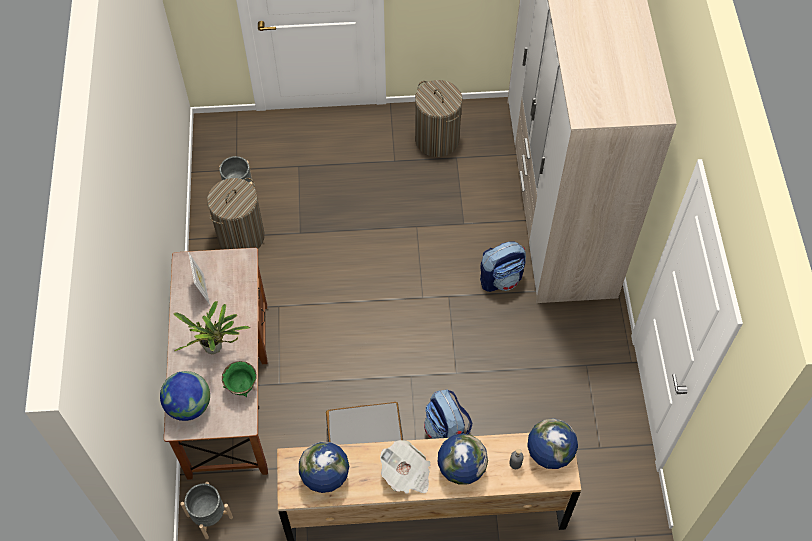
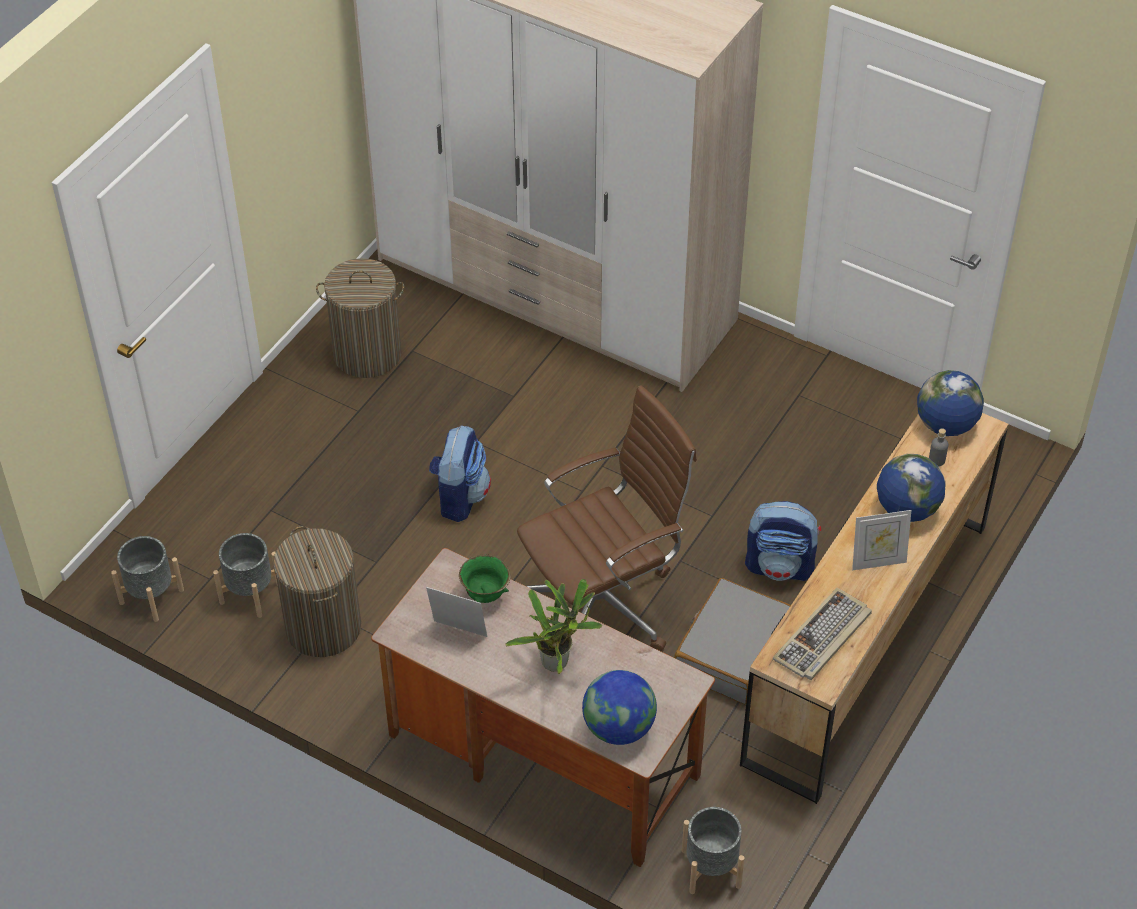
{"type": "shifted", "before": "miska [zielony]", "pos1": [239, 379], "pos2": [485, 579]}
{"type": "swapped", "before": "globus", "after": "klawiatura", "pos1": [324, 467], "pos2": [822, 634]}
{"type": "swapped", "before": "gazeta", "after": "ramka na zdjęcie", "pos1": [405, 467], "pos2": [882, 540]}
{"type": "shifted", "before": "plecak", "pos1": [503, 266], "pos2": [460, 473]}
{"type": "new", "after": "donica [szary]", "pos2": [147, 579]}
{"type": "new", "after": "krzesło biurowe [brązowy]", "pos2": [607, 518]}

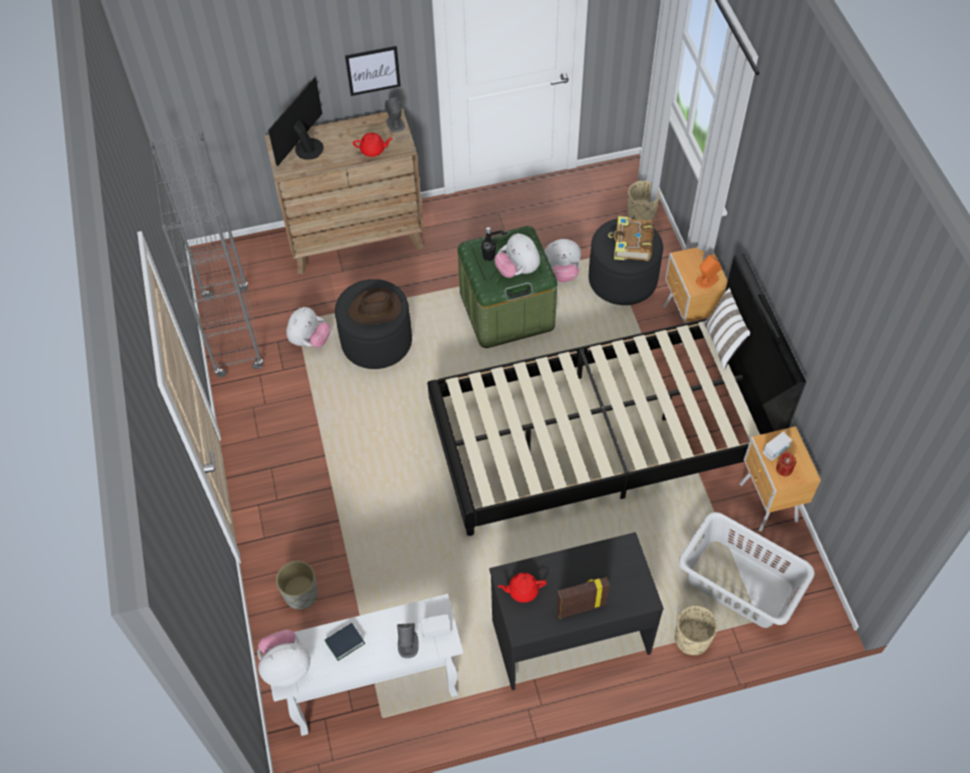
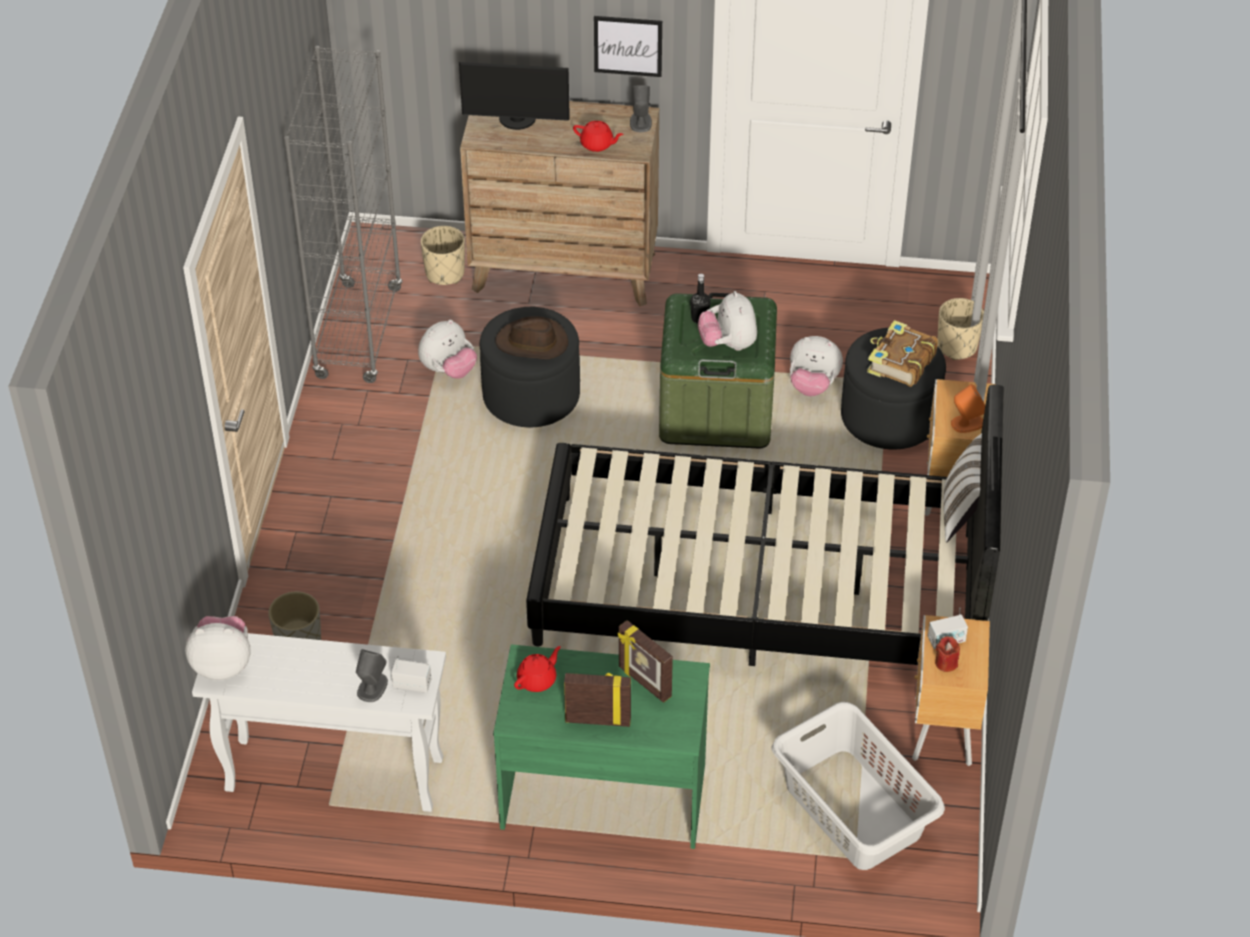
{"type": "rotated", "before": "monitor", "pos1": [296, 122], "pos2": [514, 96], "turn": -135}
{"type": "gone", "before": "książka", "pos1": [345, 642]}
{"type": "repainted", "before": "biurko [czarny]", "after": "biurko [zielony]", "pos1": [576, 611], "pos2": [601, 746]}
{"type": "rotated", "before": "imbryk [czerwony]", "pos1": [522, 588], "pos2": [537, 669], "turn": 120}
{"type": "shifted", "before": "donica [beżowy]", "pos1": [696, 630], "pos2": [443, 255]}
{"type": "new", "after": "ramka na zdjęcie", "pos2": [645, 661]}

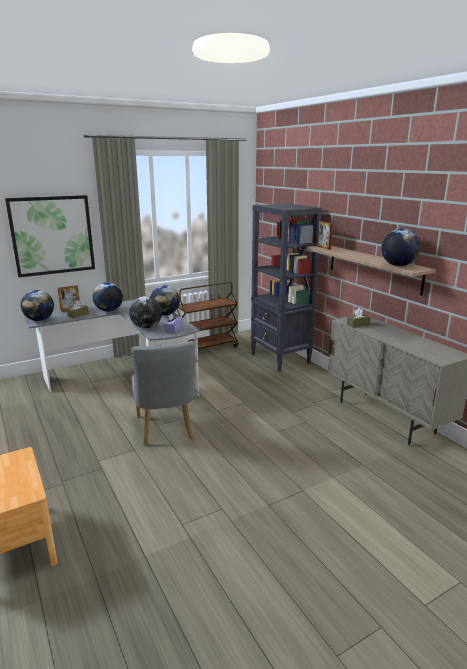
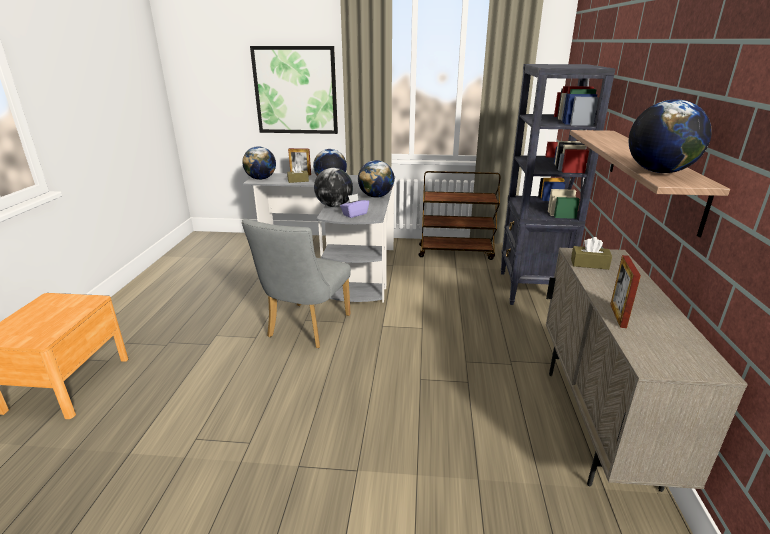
{"type": "shifted", "before": "ramka na zdjęcie", "pos1": [325, 235], "pos2": [625, 291]}

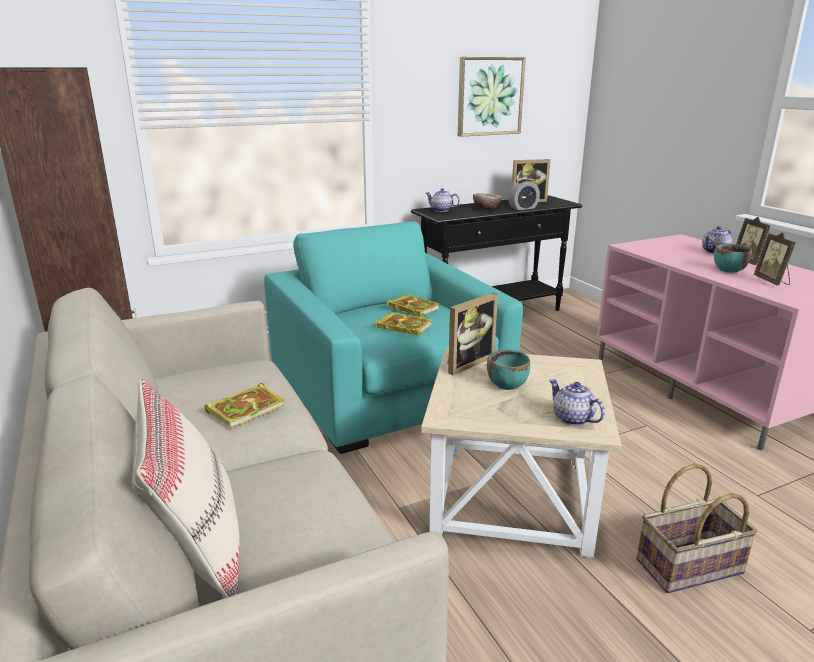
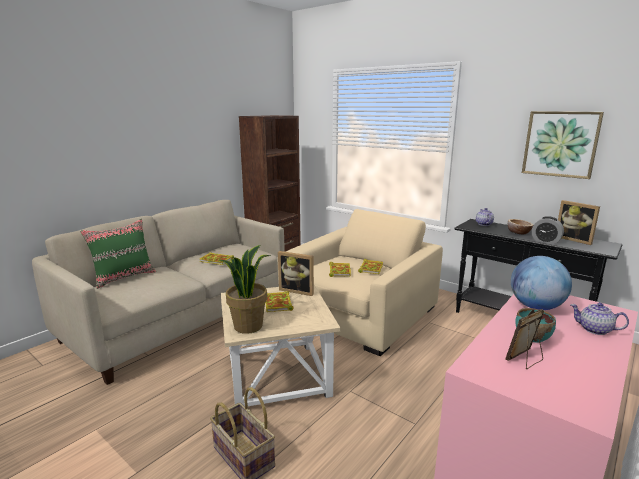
{"type": "repainted", "before": "poduszka [beżowy]", "after": "poduszka [zielony]", "pos1": [186, 488], "pos2": [118, 254]}
{"type": "repainted", "before": "fotel [turkusowy]", "after": "fotel [beżowy]", "pos1": [393, 337], "pos2": [360, 282]}
{"type": "swapped", "before": "miska [turkusowy]", "after": "książka", "pos1": [508, 370], "pos2": [279, 301]}
{"type": "swapped", "before": "imbryk", "after": "roślina doniczkowa", "pos1": [577, 402], "pos2": [244, 289]}
{"type": "gone", "before": "ramka na zdjęcie", "pos1": [753, 241]}
{"type": "new", "after": "globus", "pos2": [541, 283]}

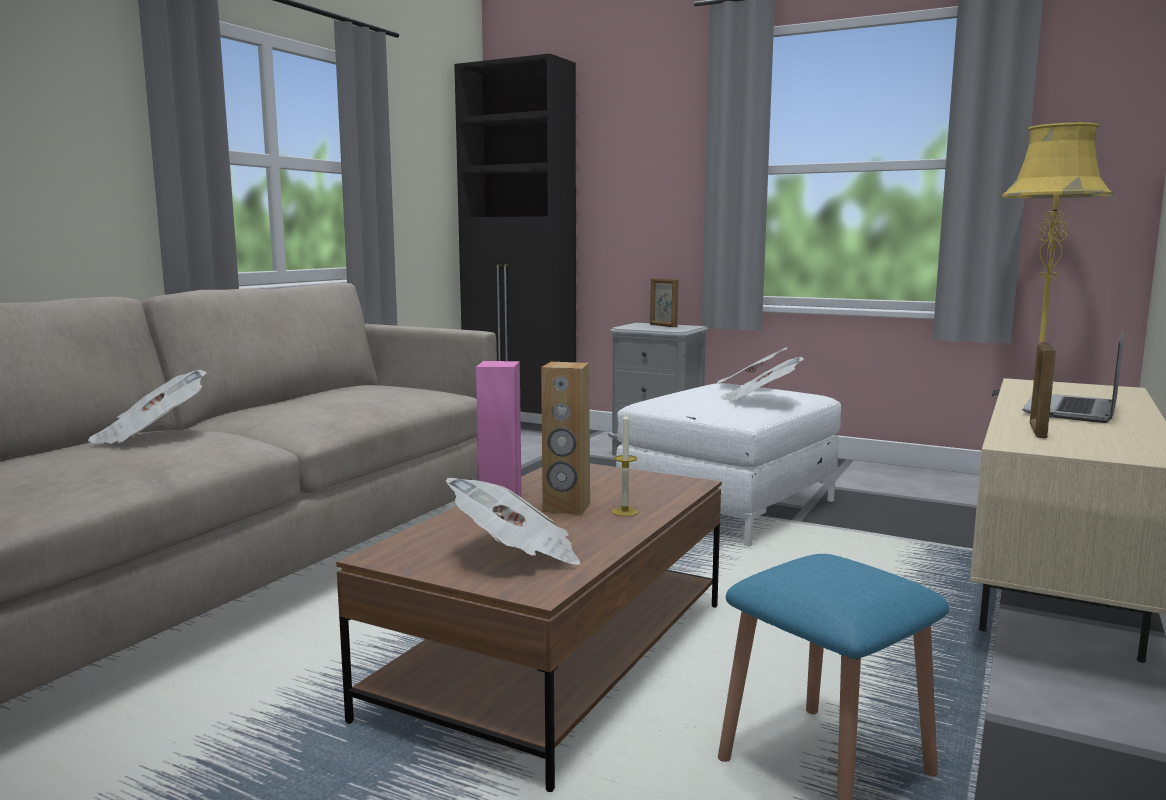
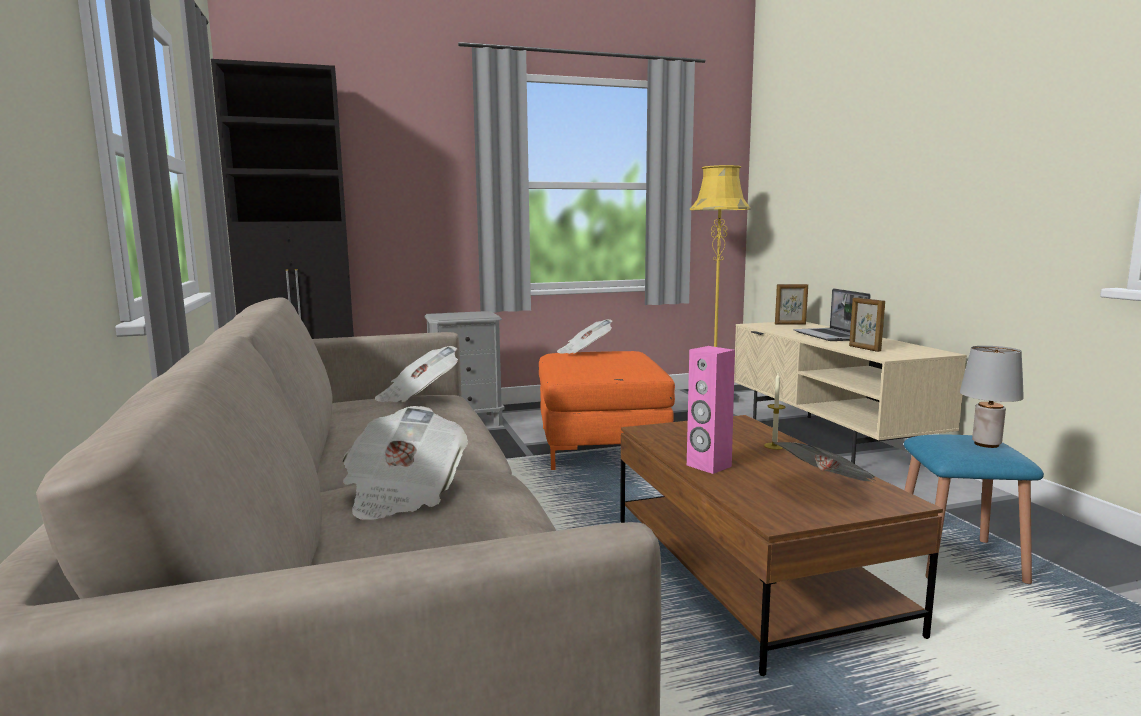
{"type": "gone", "before": "głośnik [brązowy]", "pos1": [565, 438]}
{"type": "repainted", "before": "pufa [biały]", "after": "pufa [pomarańczowy]", "pos1": [728, 465], "pos2": [607, 410]}
{"type": "shifted", "before": "ramka na zdjęcie", "pos1": [664, 302], "pos2": [791, 304]}
{"type": "shifted", "before": "gazeta", "pos1": [762, 379], "pos2": [416, 374]}
{"type": "new", "after": "lampa stołowa [szary]", "pos2": [992, 397]}

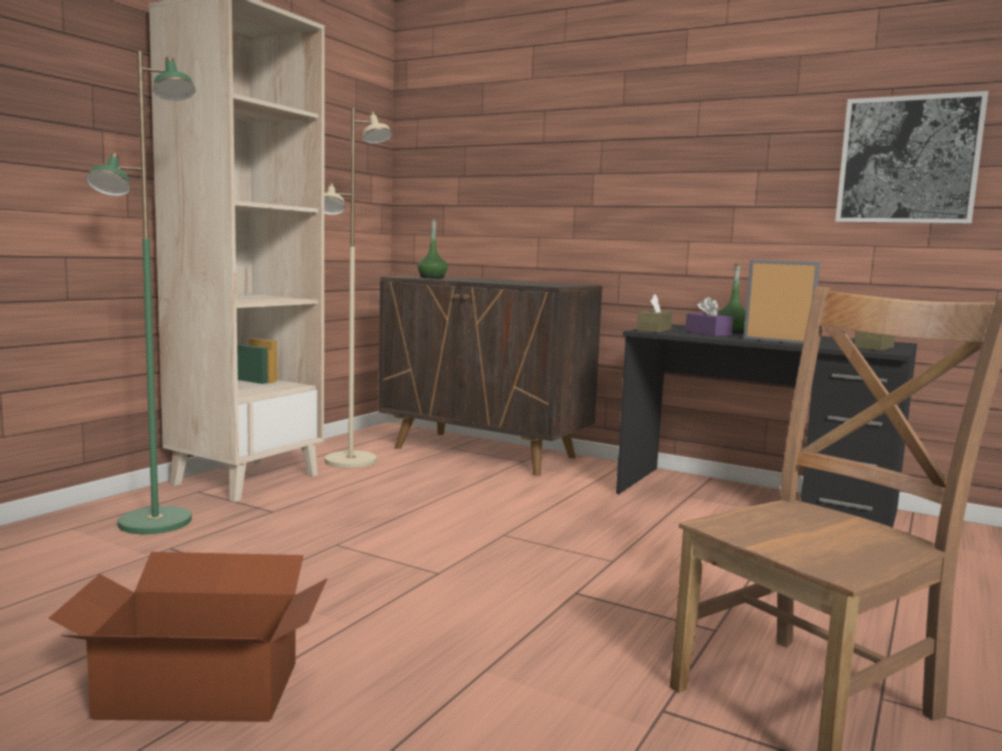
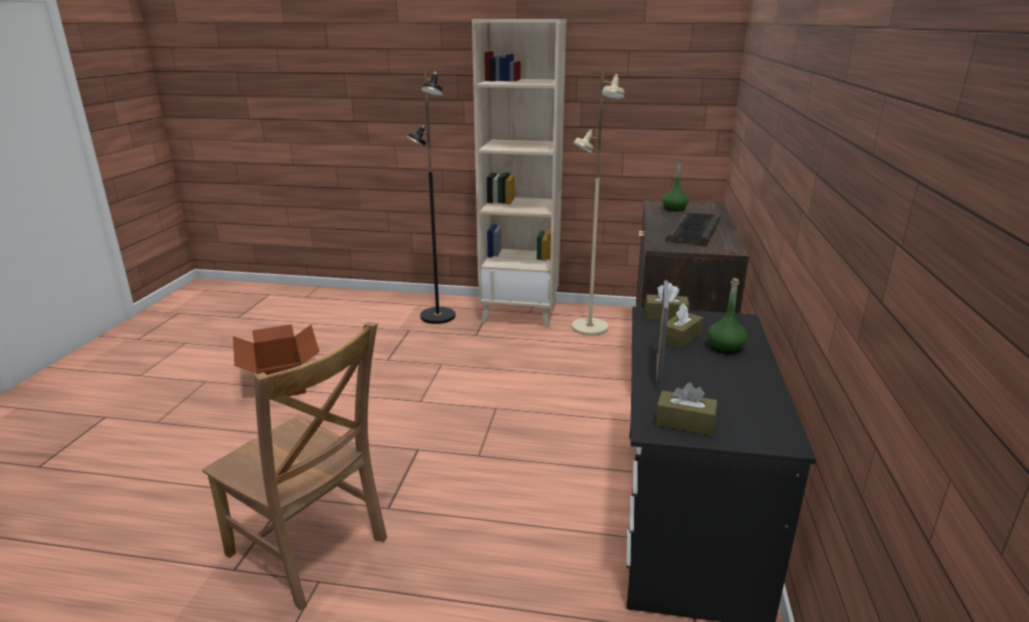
{"type": "repainted", "before": "lampa stojąca [zielony]", "after": "lampa stojąca [czarny]", "pos1": [141, 292], "pos2": [430, 197]}
{"type": "repainted", "before": "pudełko chusteczek [fioletowy]", "after": "pudełko chusteczek [brązowy]", "pos1": [709, 316], "pos2": [684, 326]}
{"type": "gone", "before": "obraz", "pos1": [911, 157]}
{"type": "new", "after": "klawiatura", "pos2": [693, 229]}

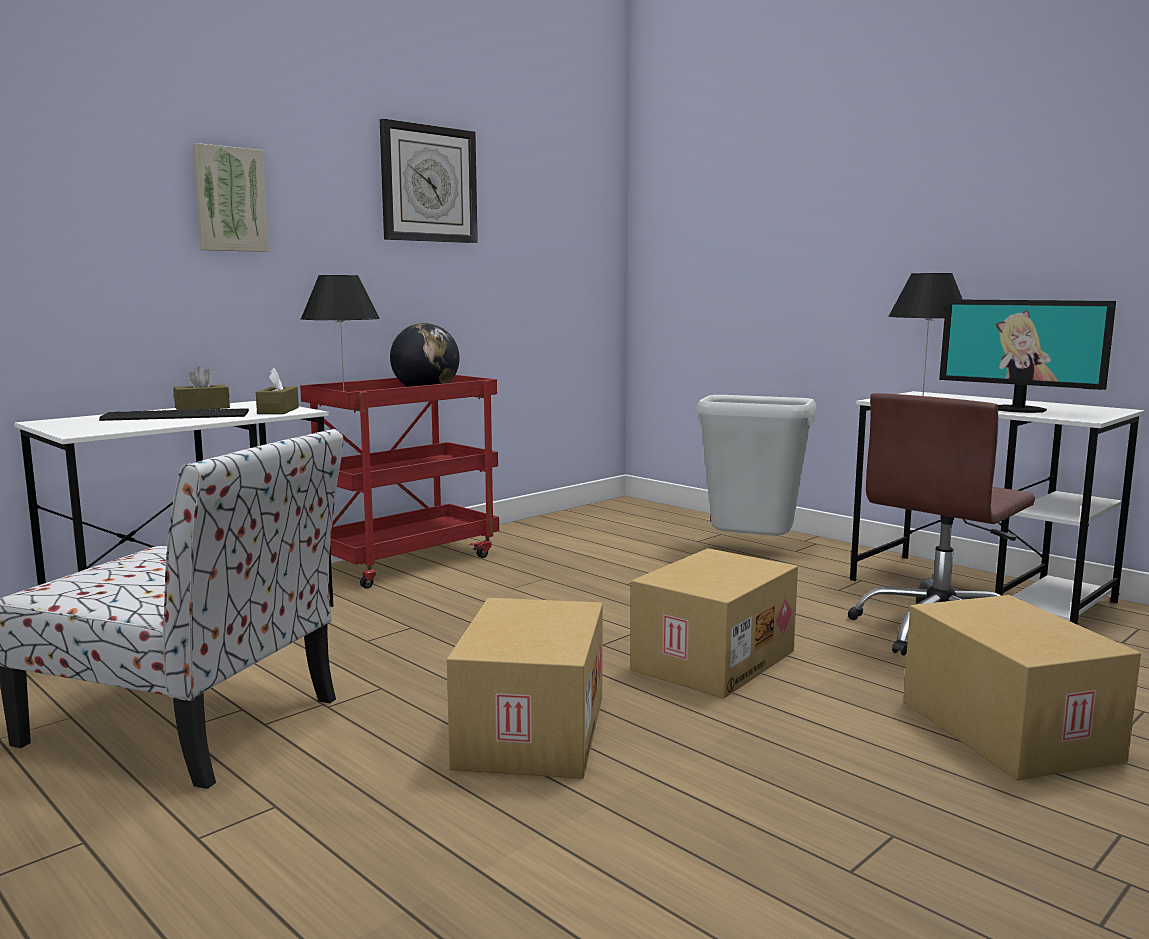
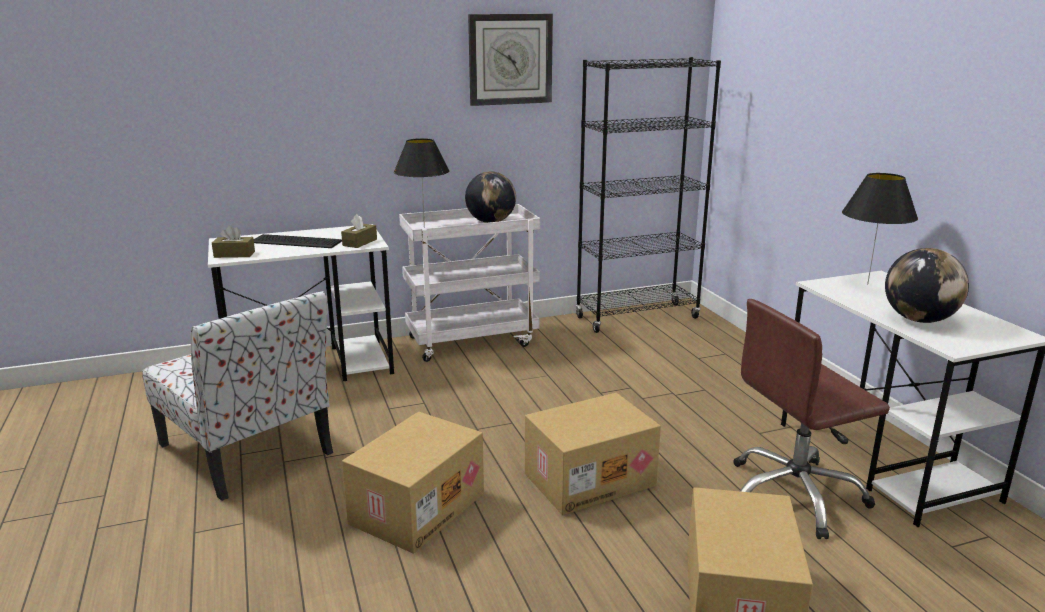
{"type": "shifted", "before": "pudełko chusteczek [brązowy]", "pos1": [201, 388], "pos2": [233, 241]}
{"type": "gone", "before": "obraz", "pos1": [230, 197]}
{"type": "repainted", "before": "wózek [czerwony]", "after": "wózek [biały]", "pos1": [399, 482], "pos2": [469, 283]}
{"type": "gone", "before": "kosz na śmieci [szary]", "pos1": [756, 465]}
{"type": "swapped", "before": "monitor", "after": "globus", "pos1": [1027, 356], "pos2": [927, 285]}
{"type": "new", "after": "regał [czarny]", "pos2": [648, 195]}

